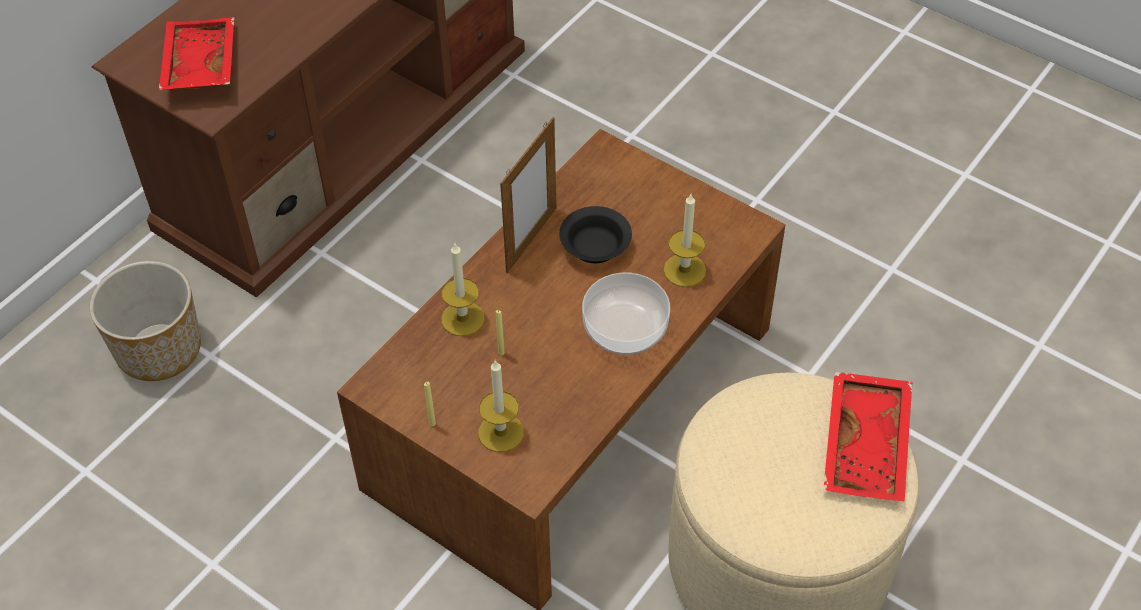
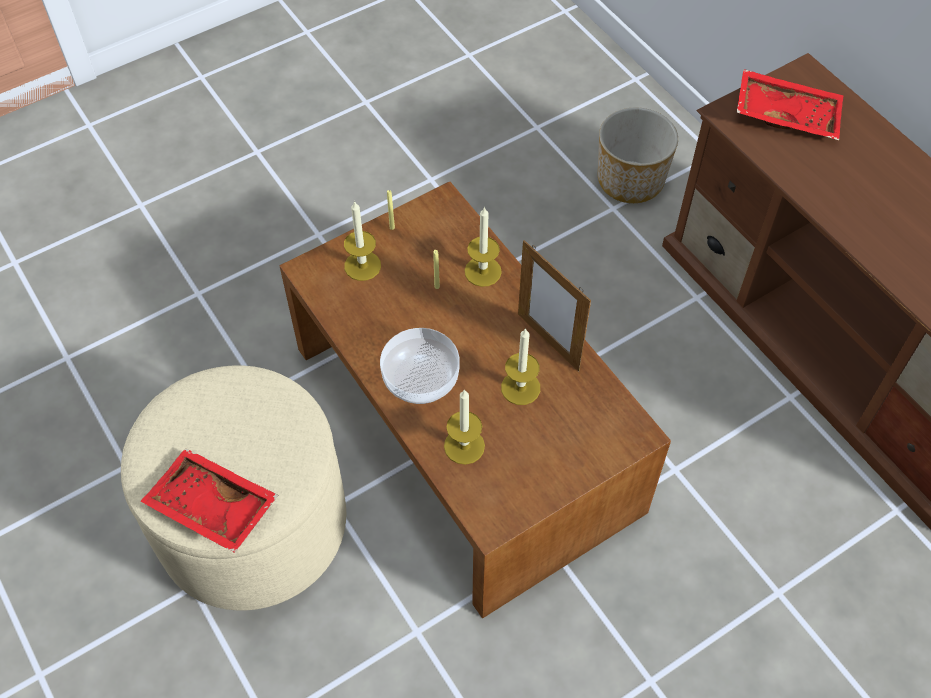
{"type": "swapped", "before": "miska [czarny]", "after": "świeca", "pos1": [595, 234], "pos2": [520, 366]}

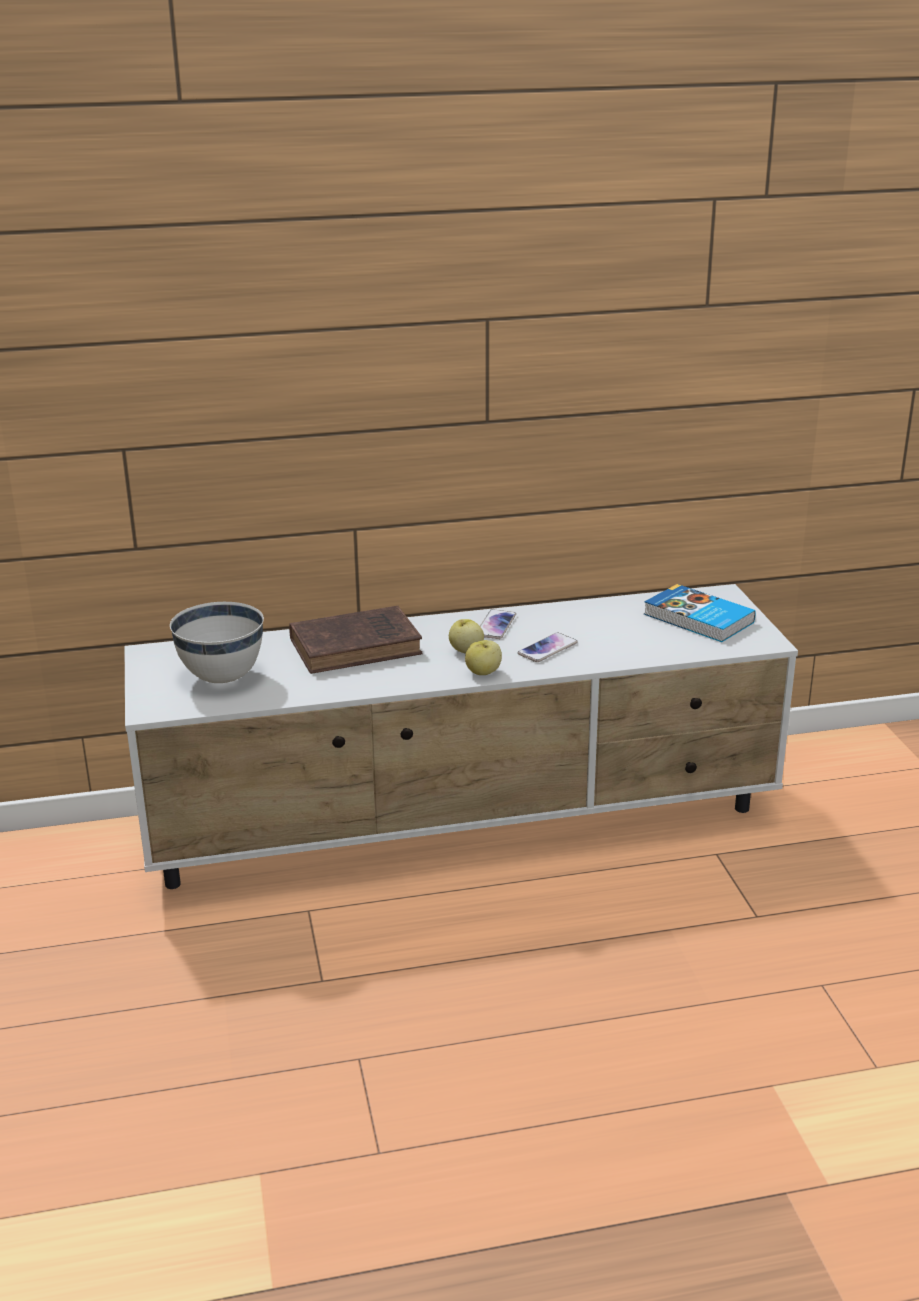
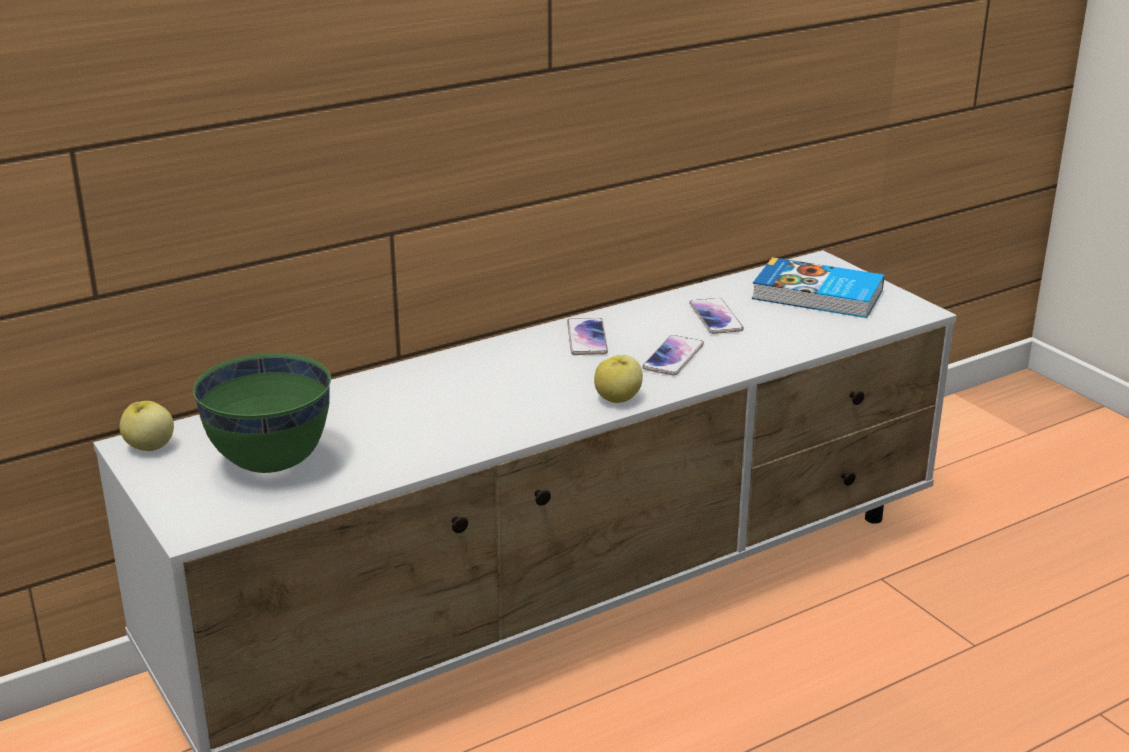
{"type": "repainted", "before": "miska [biały]", "after": "miska [zielony]", "pos1": [217, 642], "pos2": [262, 413]}
{"type": "gone", "before": "książka [brązowy]", "pos1": [356, 640]}
{"type": "shifted", "before": "jabłko", "pos1": [466, 636], "pos2": [147, 426]}
{"type": "new", "after": "telefon", "pos2": [716, 316]}

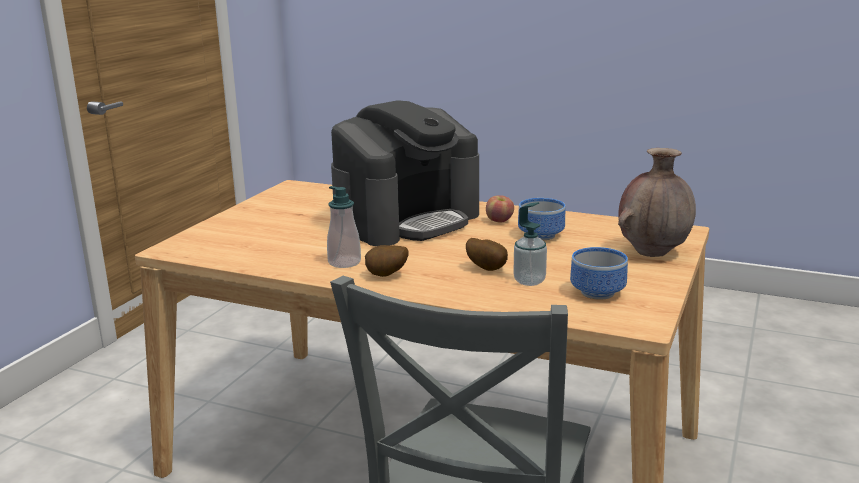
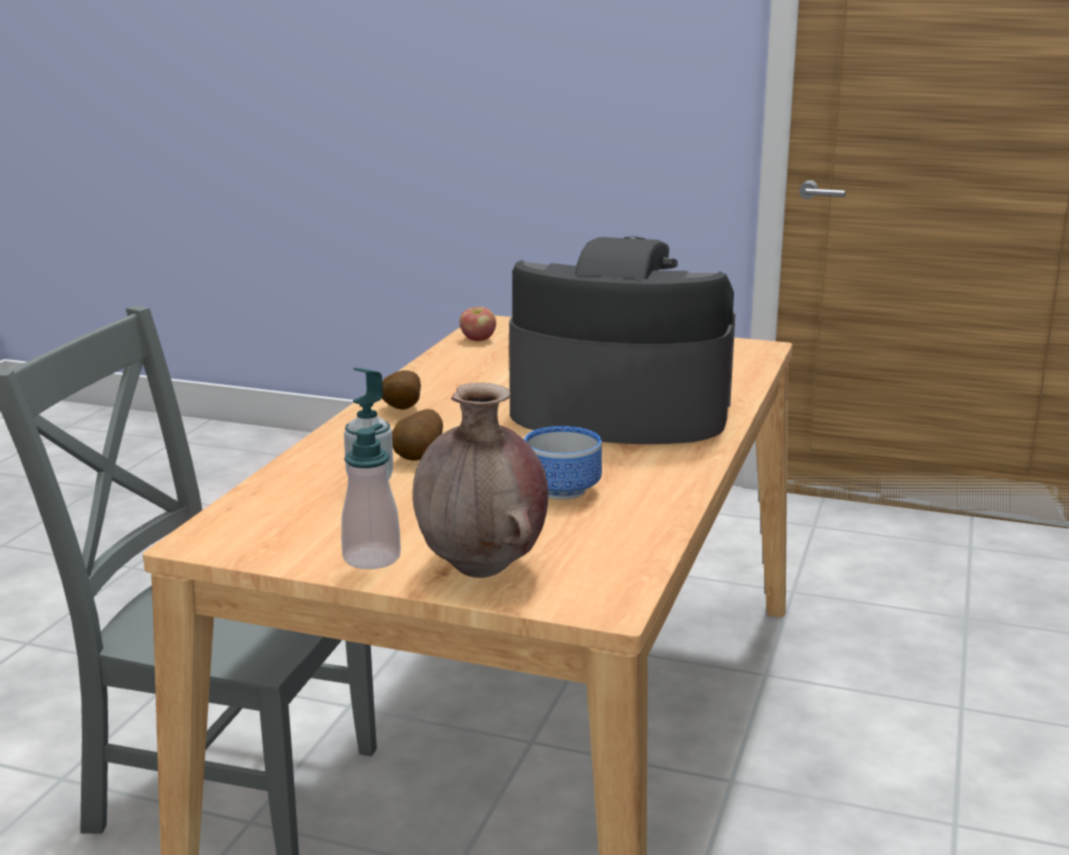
{"type": "shifted", "before": "dozownik mydła", "pos1": [344, 227], "pos2": [371, 496]}
{"type": "rotated", "before": "ekspres do kawy", "pos1": [405, 173], "pos2": [622, 340], "turn": 150}
{"type": "shifted", "before": "jabłko", "pos1": [500, 209], "pos2": [477, 324]}
{"type": "gone", "before": "miska", "pos1": [599, 273]}

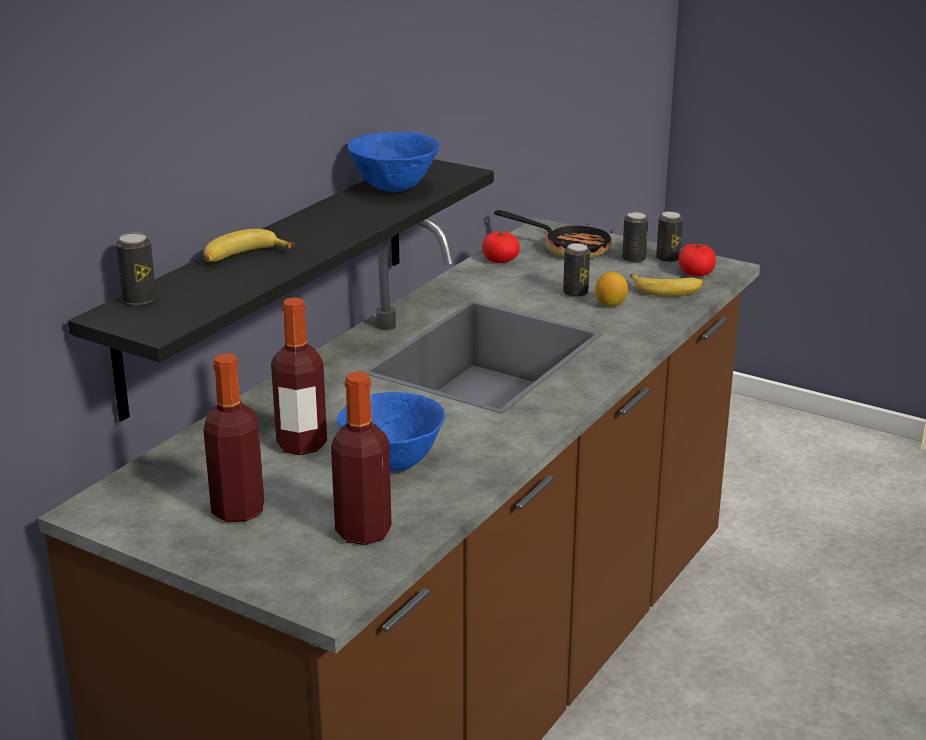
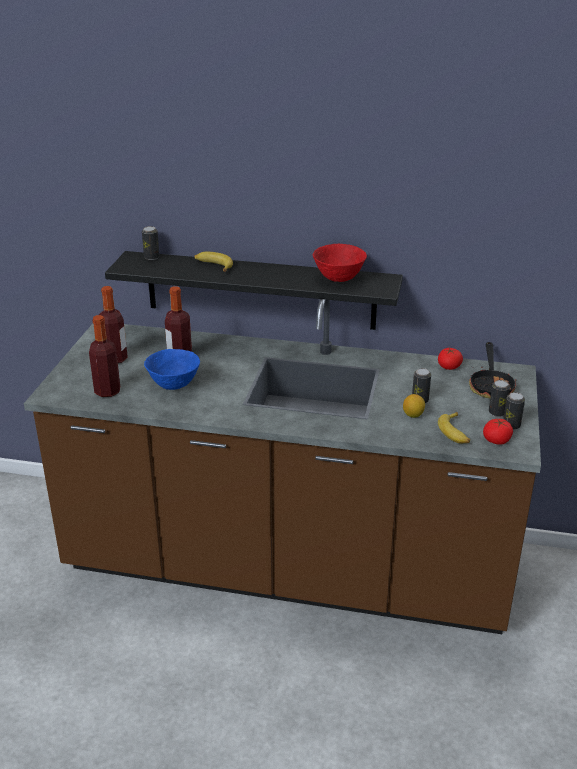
{"type": "repainted", "before": "miska [niebieski]", "after": "miska [czerwony]", "pos1": [394, 161], "pos2": [339, 263]}

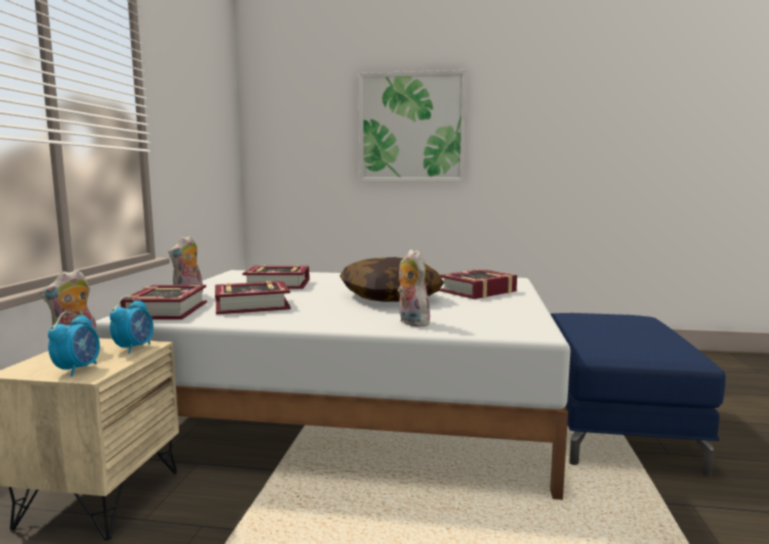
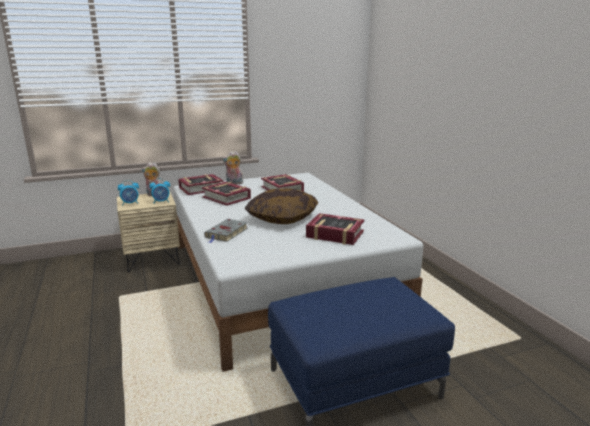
{"type": "gone", "before": "obraz", "pos1": [413, 125]}
{"type": "swapped", "before": "pluszak", "after": "książka [szary]", "pos1": [413, 288], "pos2": [226, 231]}

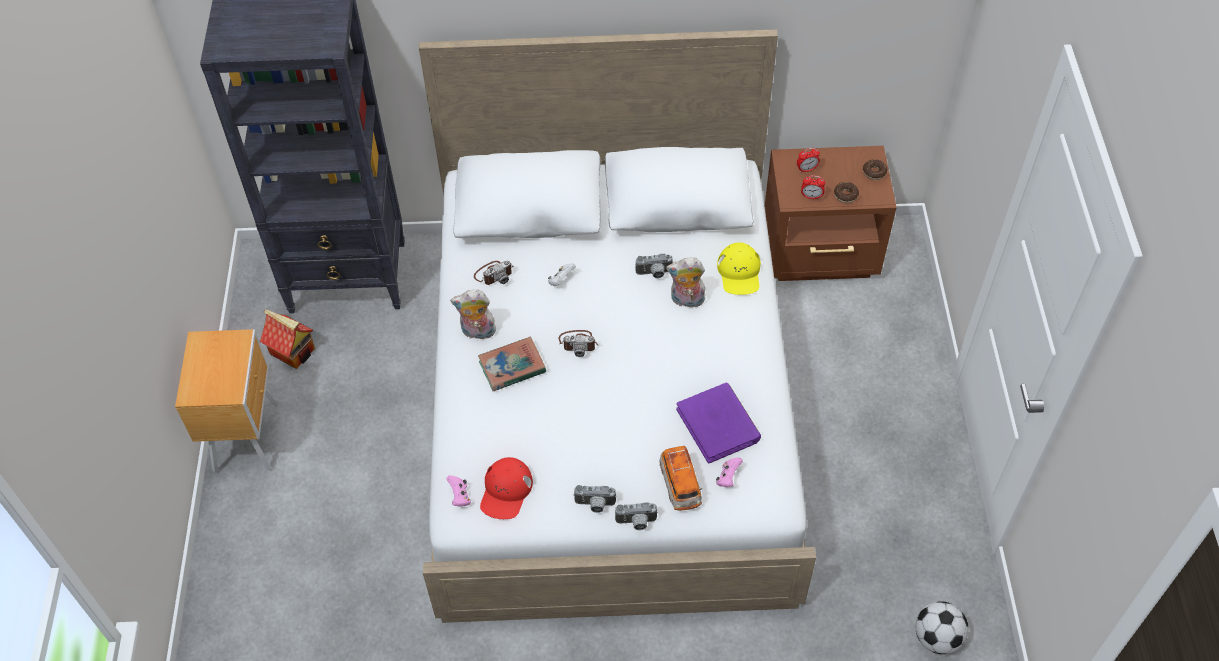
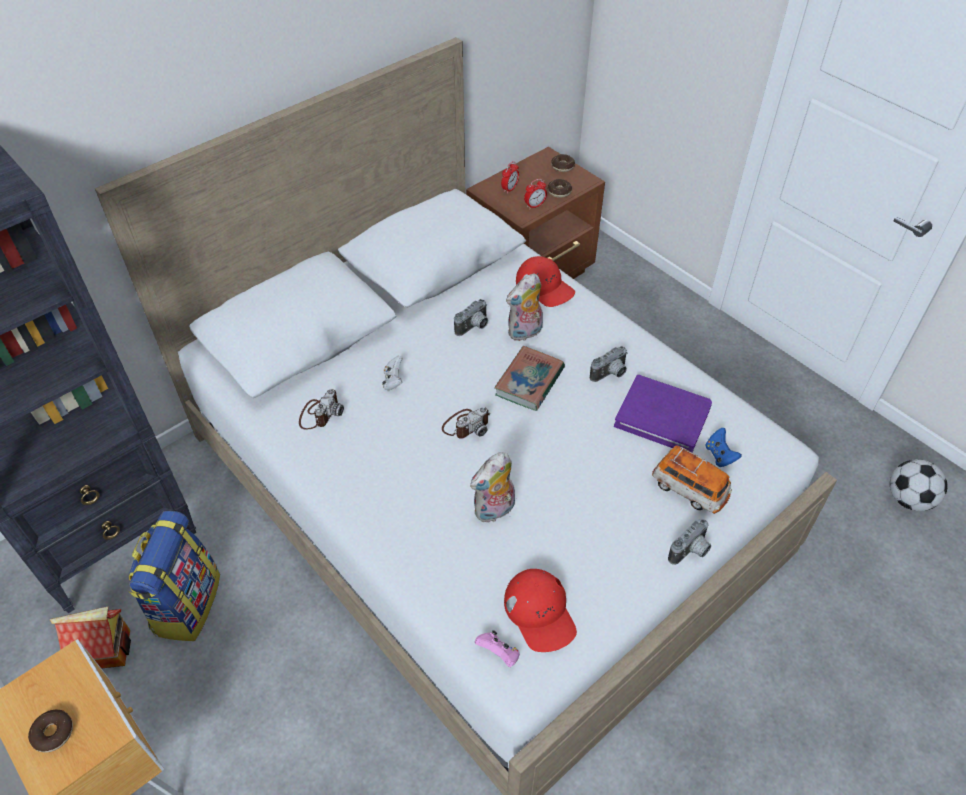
{"type": "shifted", "before": "pluszak", "pos1": [473, 315], "pos2": [492, 487]}
{"type": "shifted", "before": "książka", "pos1": [512, 364], "pos2": [529, 378]}
{"type": "shifted", "before": "aparat fotograficzny", "pos1": [594, 499], "pos2": [609, 364]}
{"type": "repainted", "before": "pad do gier [różowy]", "after": "pad do gier [niebieski]", "pos1": [729, 472], "pos2": [724, 447]}
{"type": "repainted", "before": "czapka z daszkiem [żółty]", "after": "czapka z daszkiem [czerwony]", "pos1": [739, 268], "pos2": [545, 281]}
{"type": "new", "after": "donut", "pos2": [50, 731]}
{"type": "new", "after": "plecak", "pos2": [174, 576]}

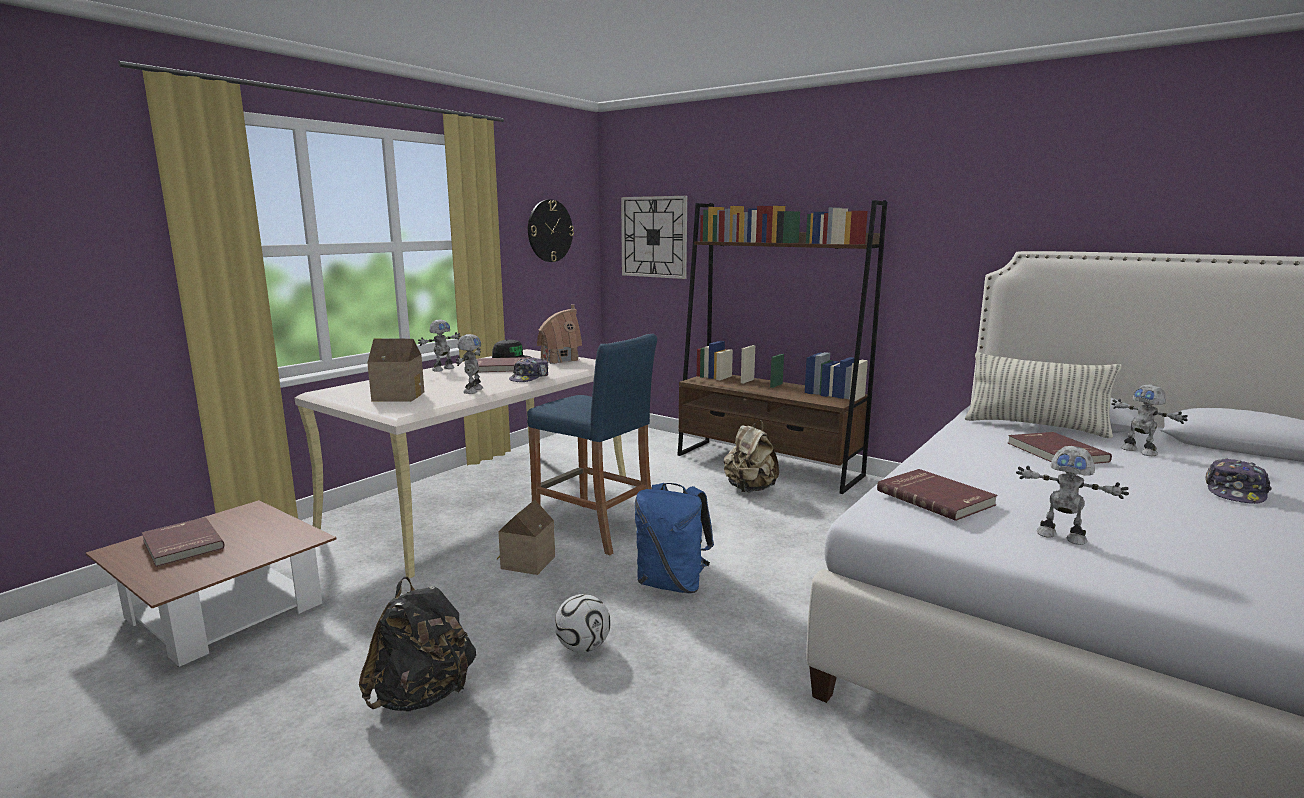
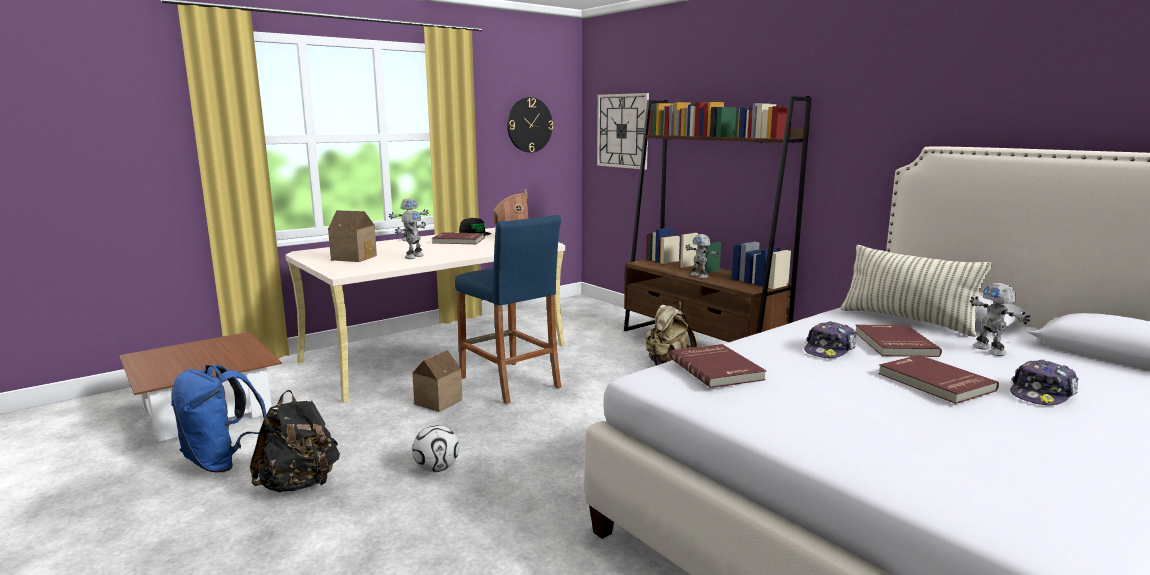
{"type": "shifted", "before": "książka [czerwony]", "pos1": [183, 542], "pos2": [938, 379]}
{"type": "shifted", "before": "czapka z daszkiem", "pos1": [528, 369], "pos2": [830, 339]}
{"type": "shifted", "before": "plecak [niebieski]", "pos1": [674, 538], "pos2": [218, 418]}
{"type": "shifted", "before": "robot zabawkowy", "pos1": [1072, 495], "pos2": [702, 256]}

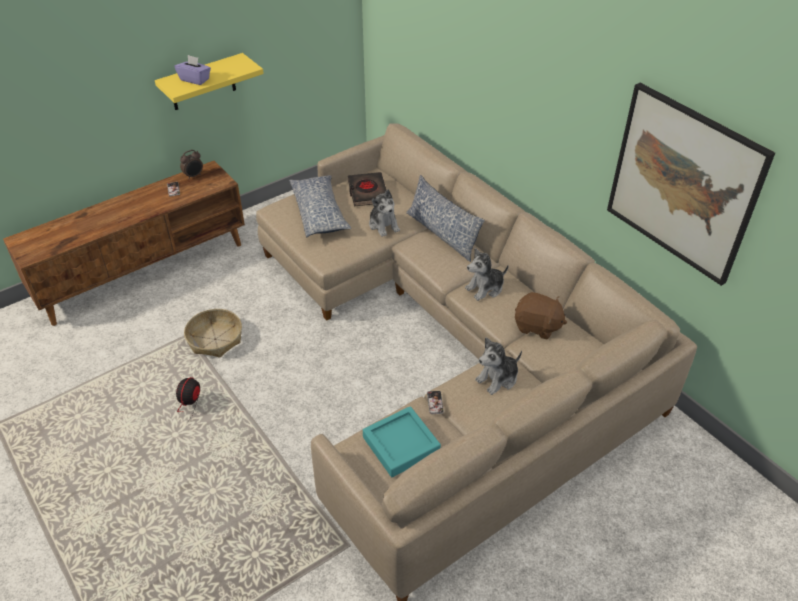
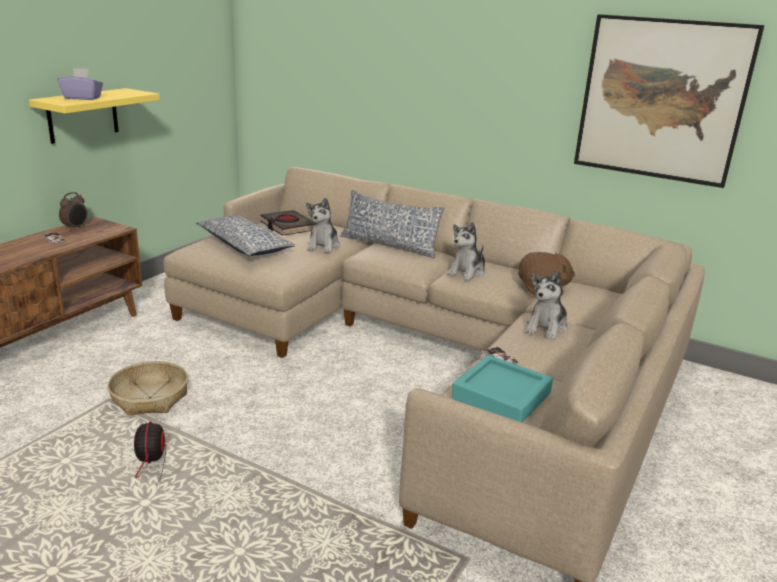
{"type": "rotated", "before": "pluszak", "pos1": [384, 213], "pos2": [323, 225], "turn": 60}

